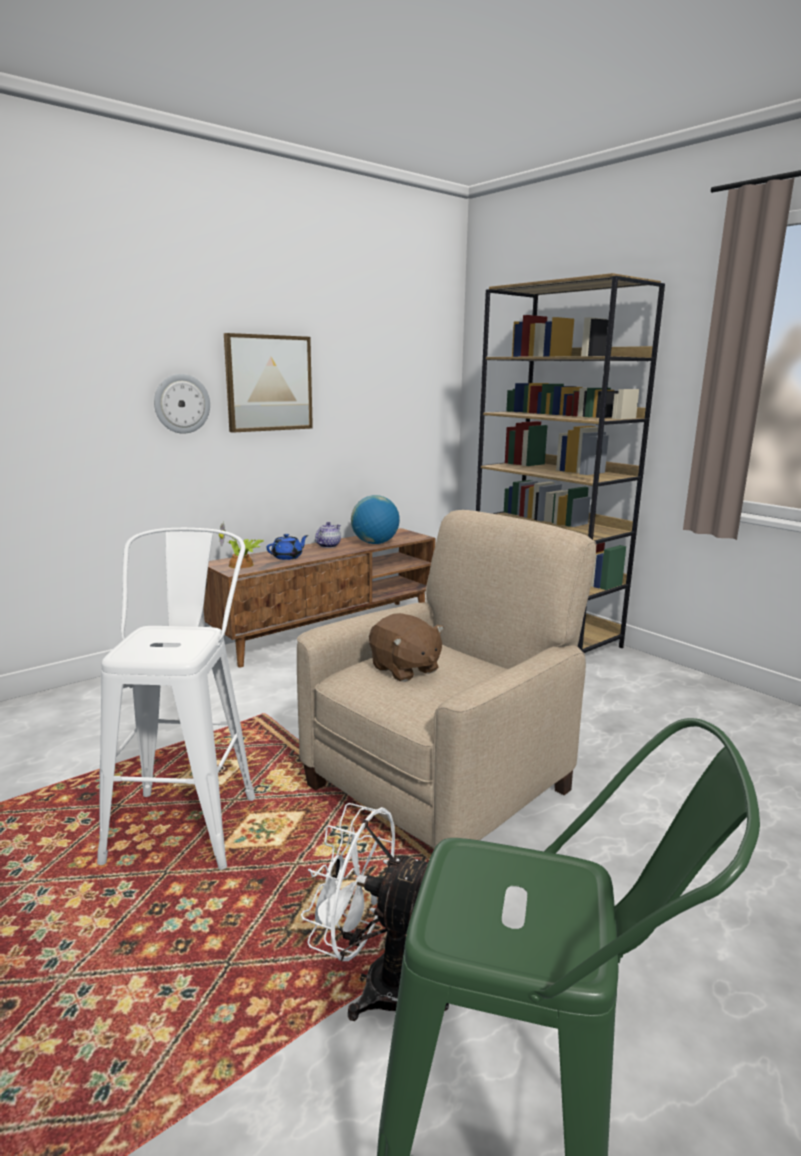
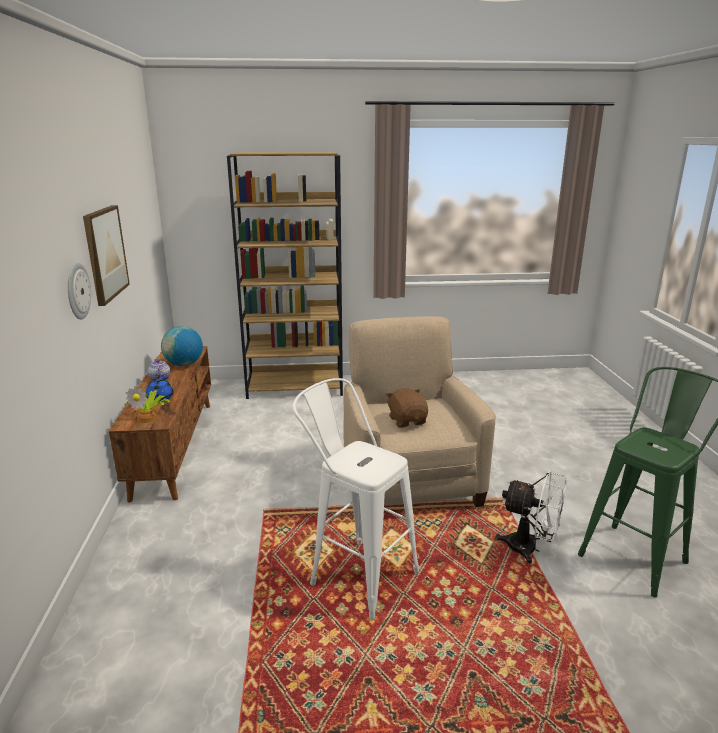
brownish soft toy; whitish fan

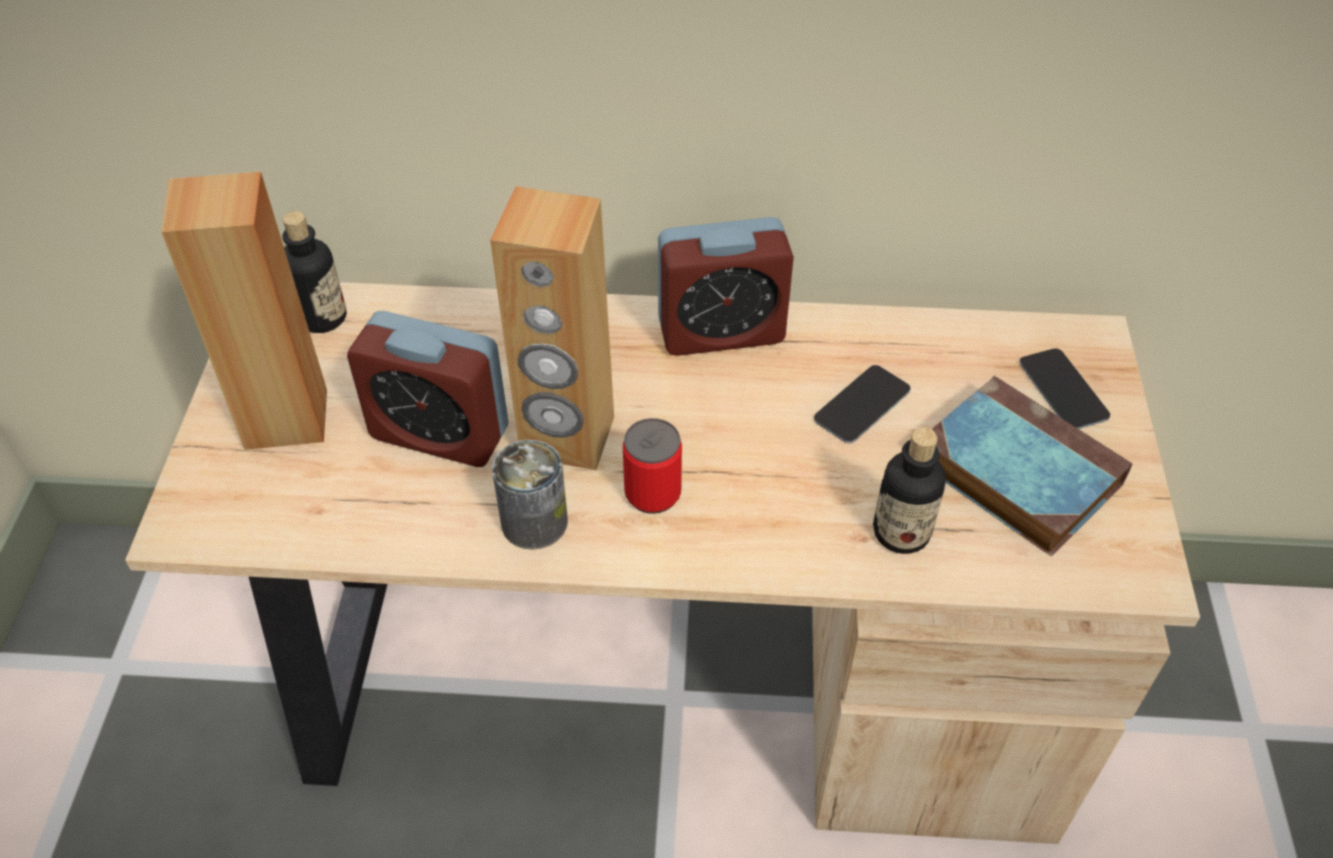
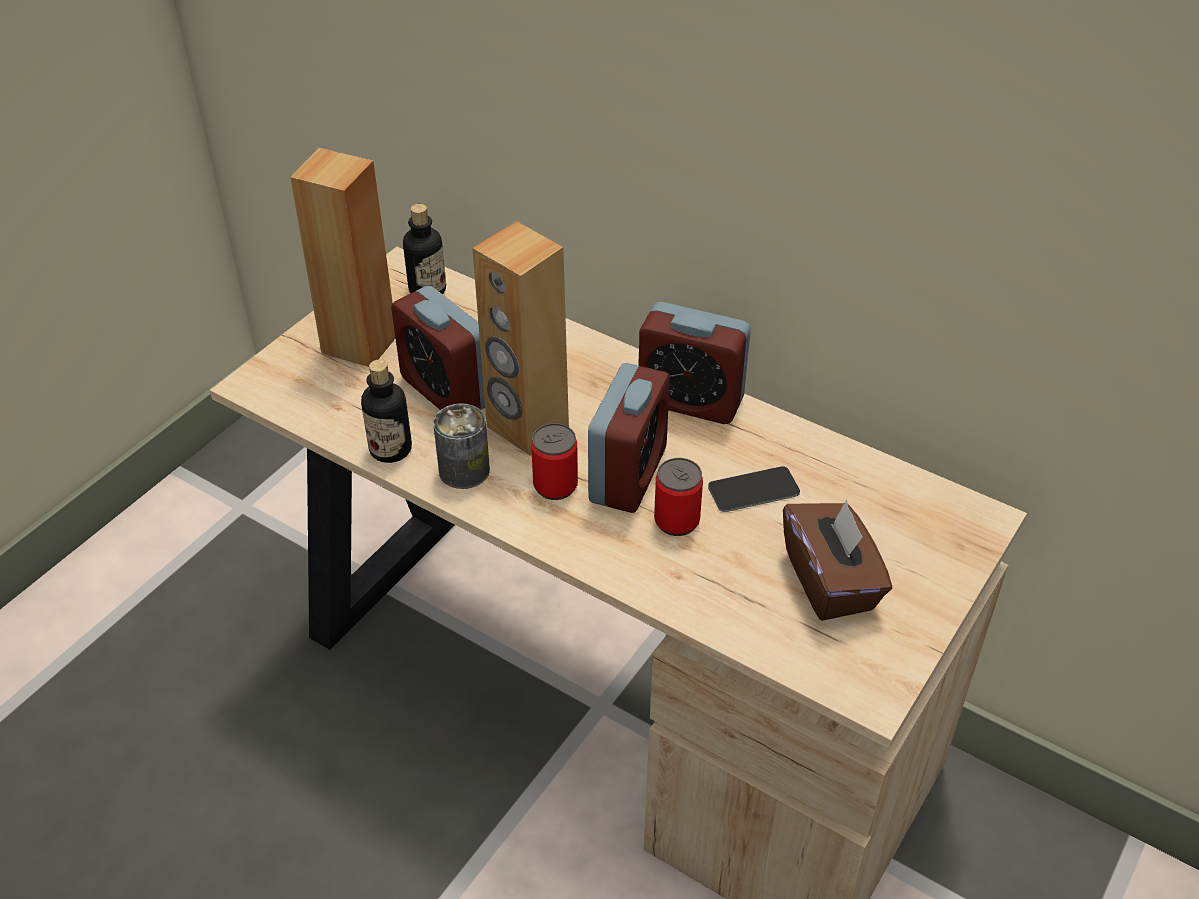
bottle (1st from left); alarm clock (2nd from left); can (3rd from left); brownish box of tissues; phone (2nd from left in the first image)

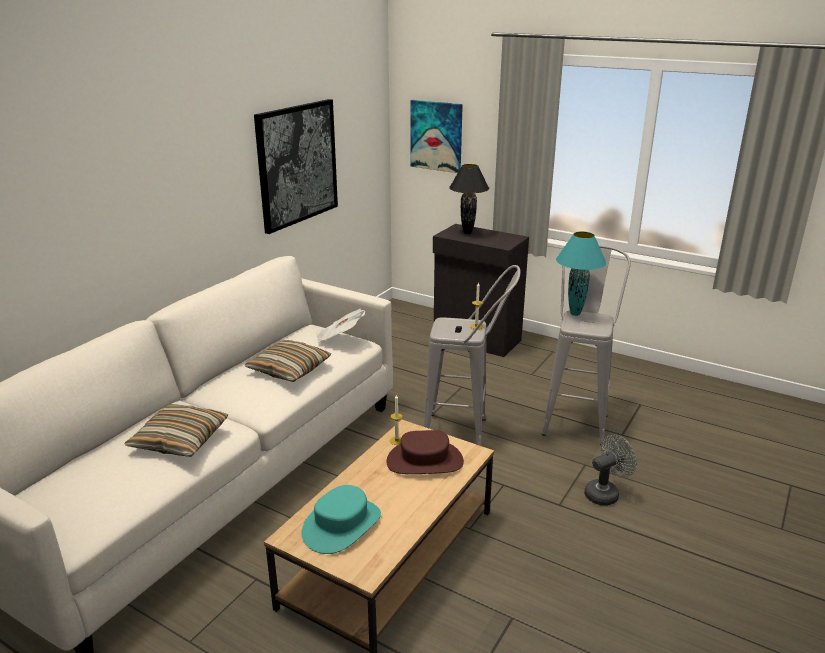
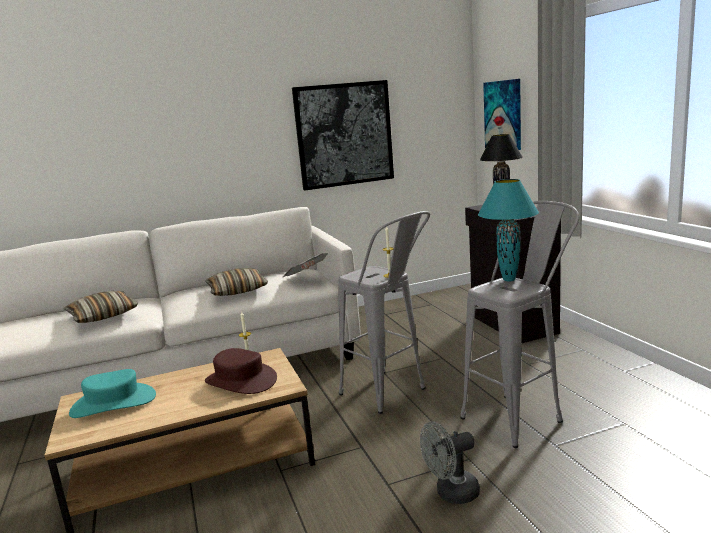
grey fan

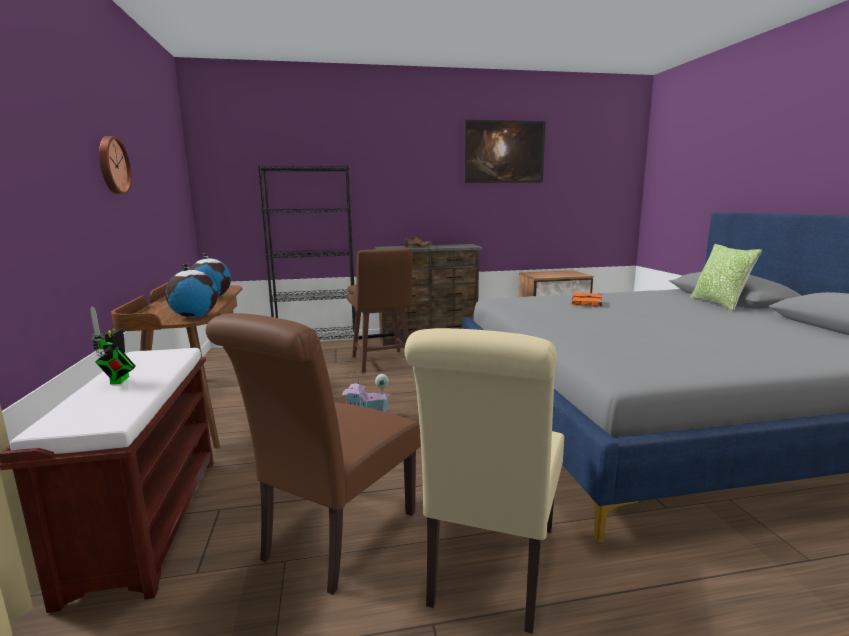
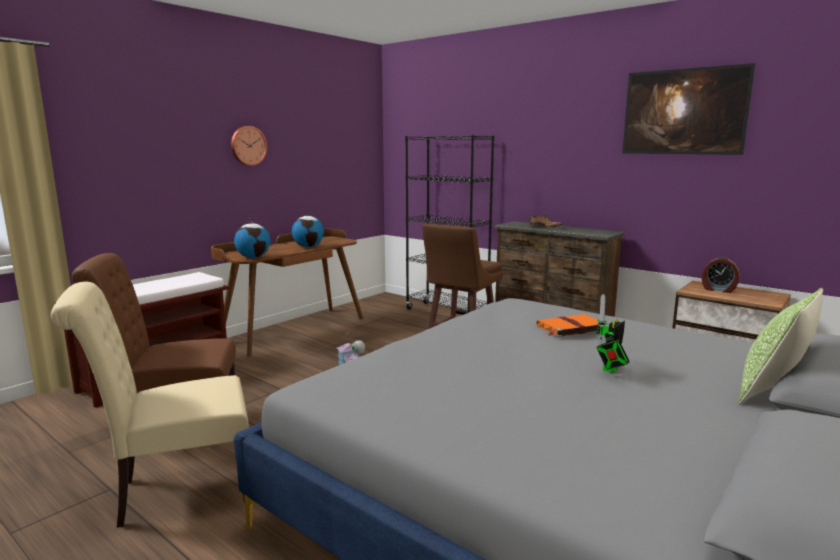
toy robot; alarm clock

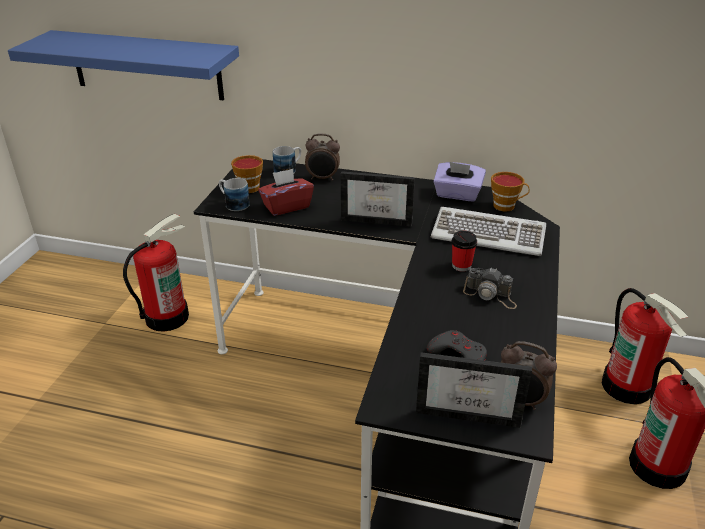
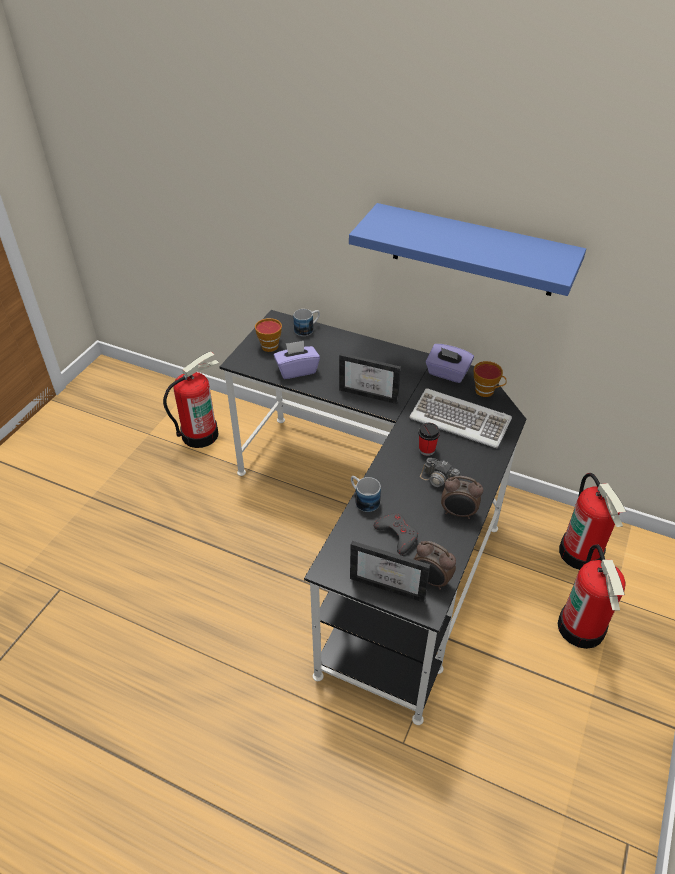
purple box of tissues (1st from left); blue bracket shelf; coffee mug (2nd from left); alarm clock (2nd from left)

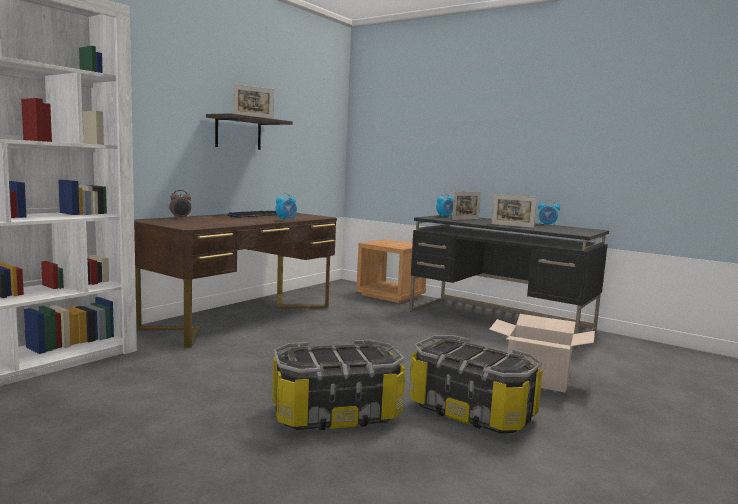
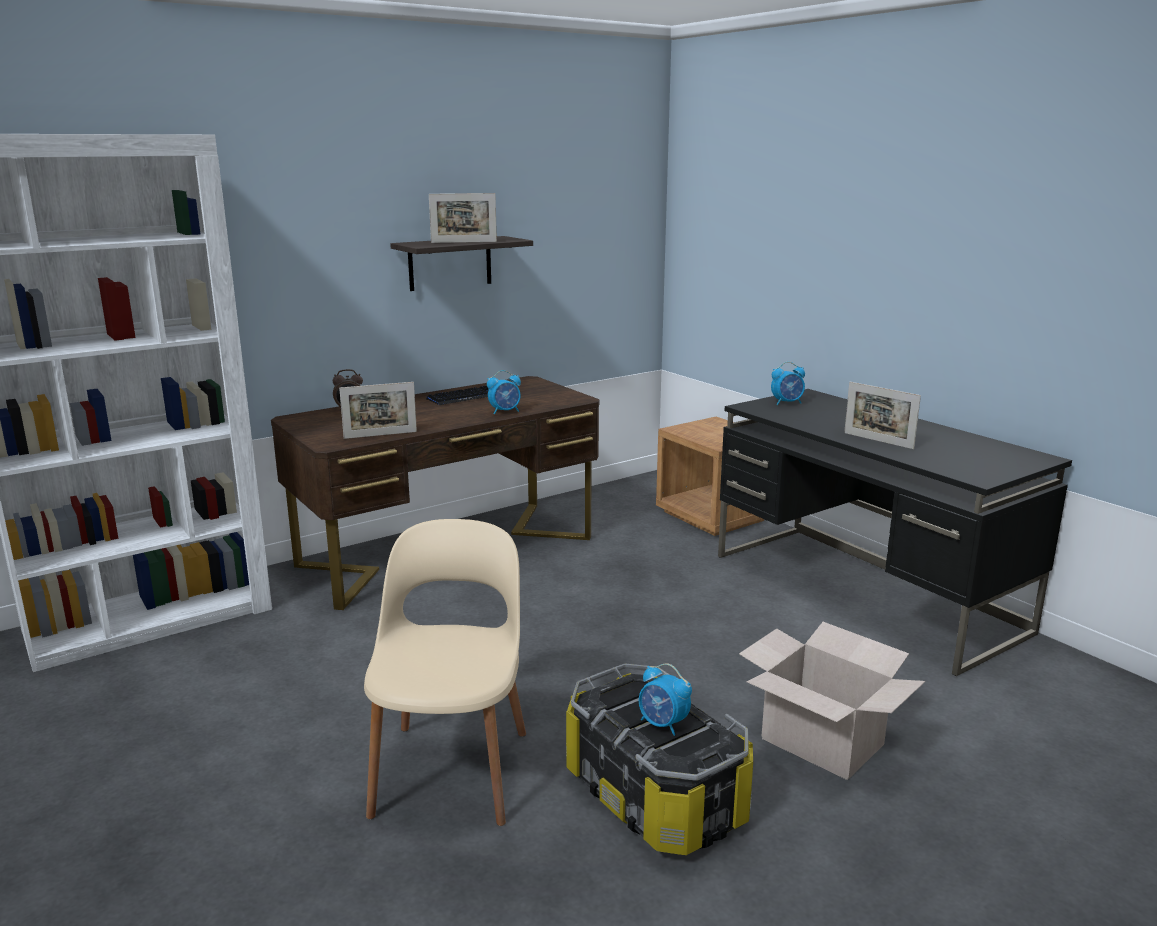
photo frame (1st from left); sand-coloured plain chair; alarm clock (3rd from left)

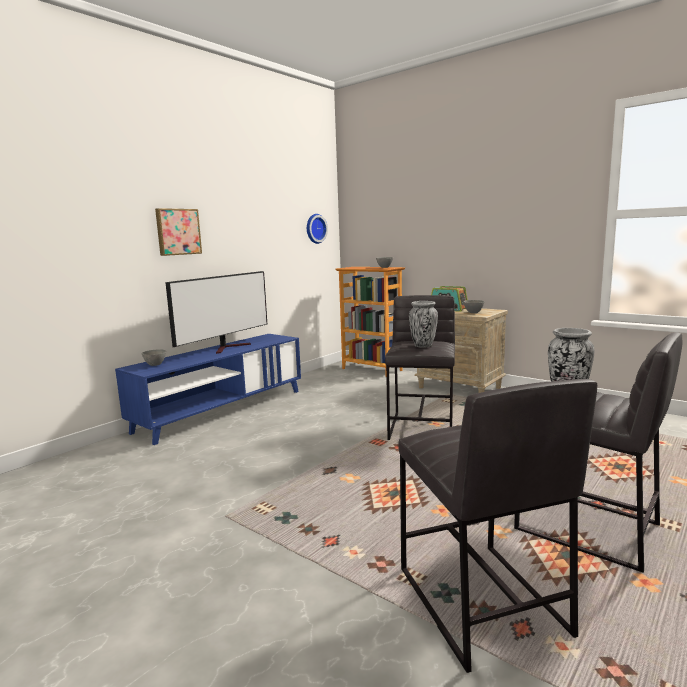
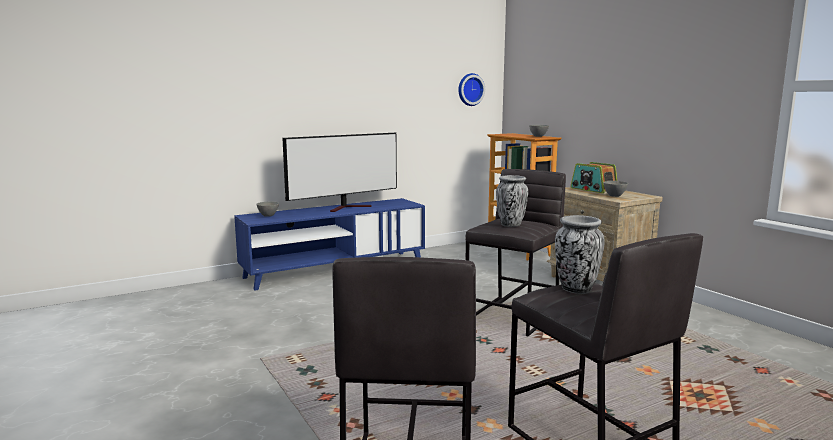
wall art

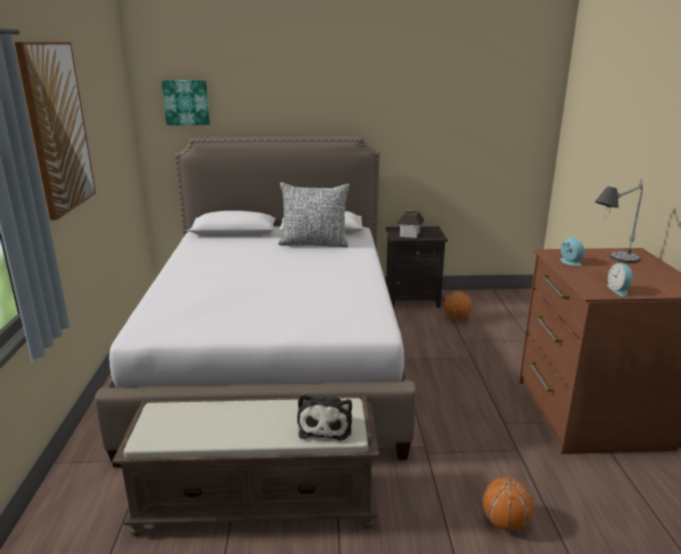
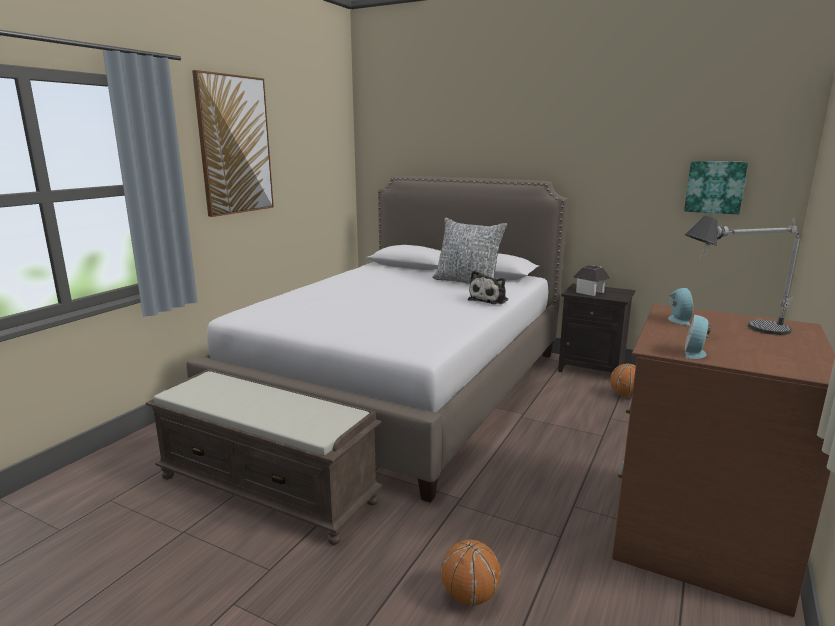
soft toy; wall art (2nd from left)

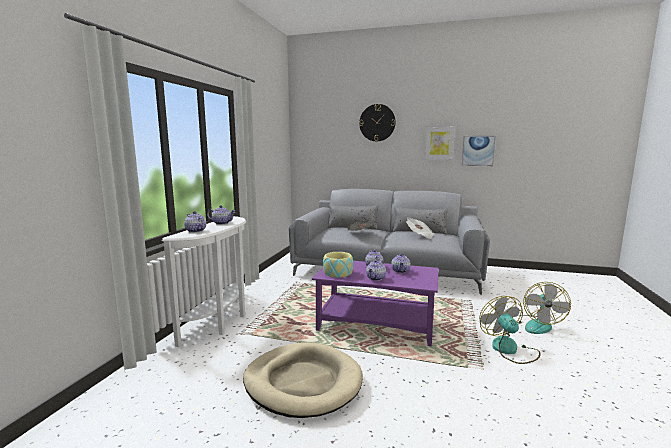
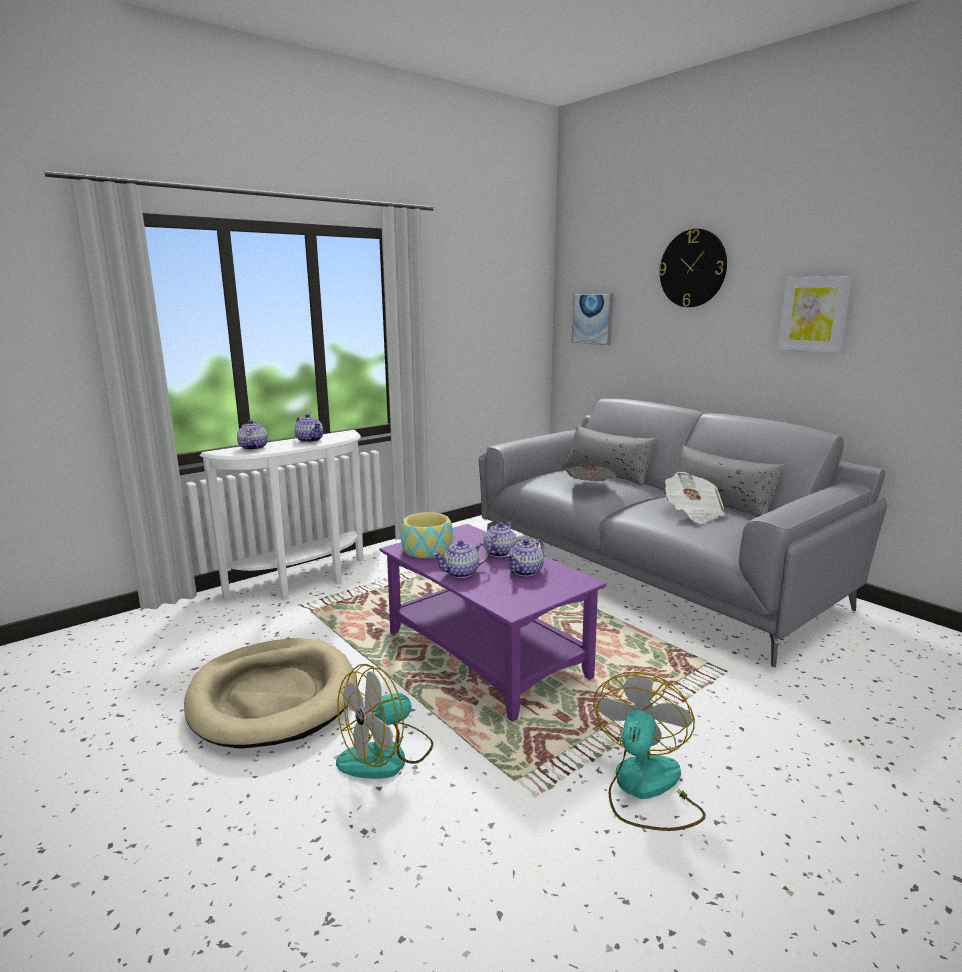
fan (1st from left); wall art (1st from left)

